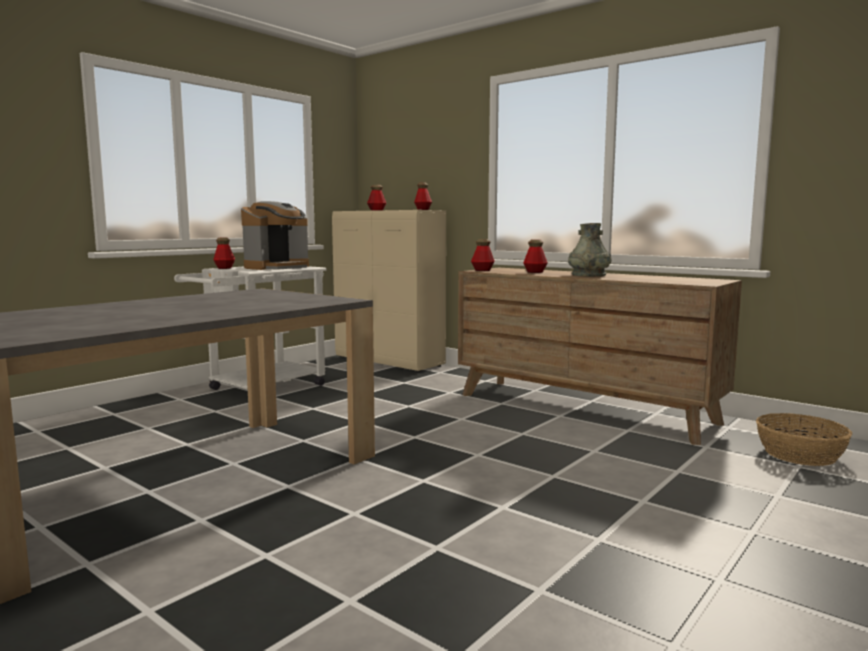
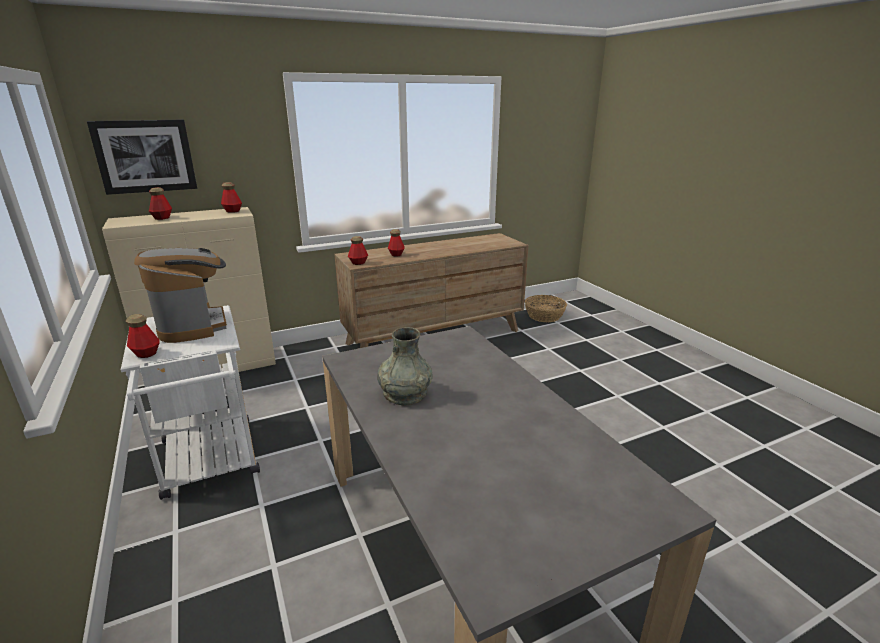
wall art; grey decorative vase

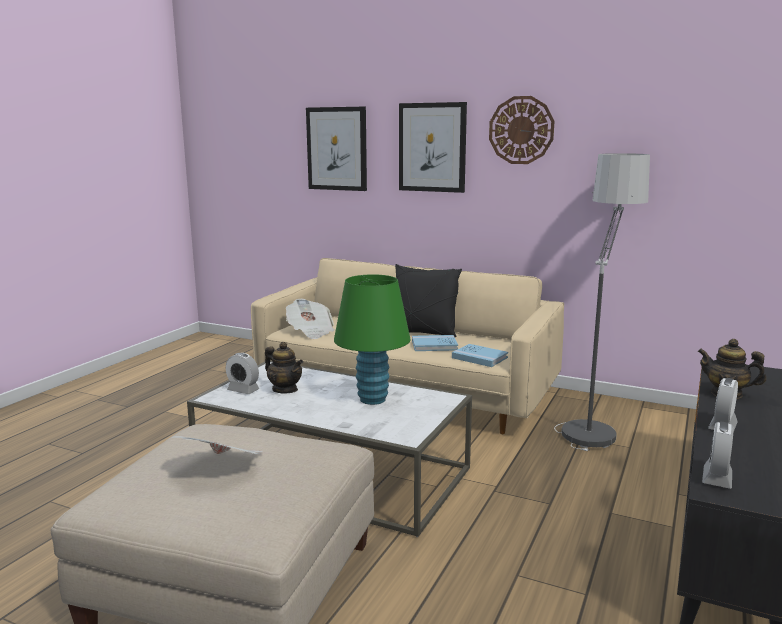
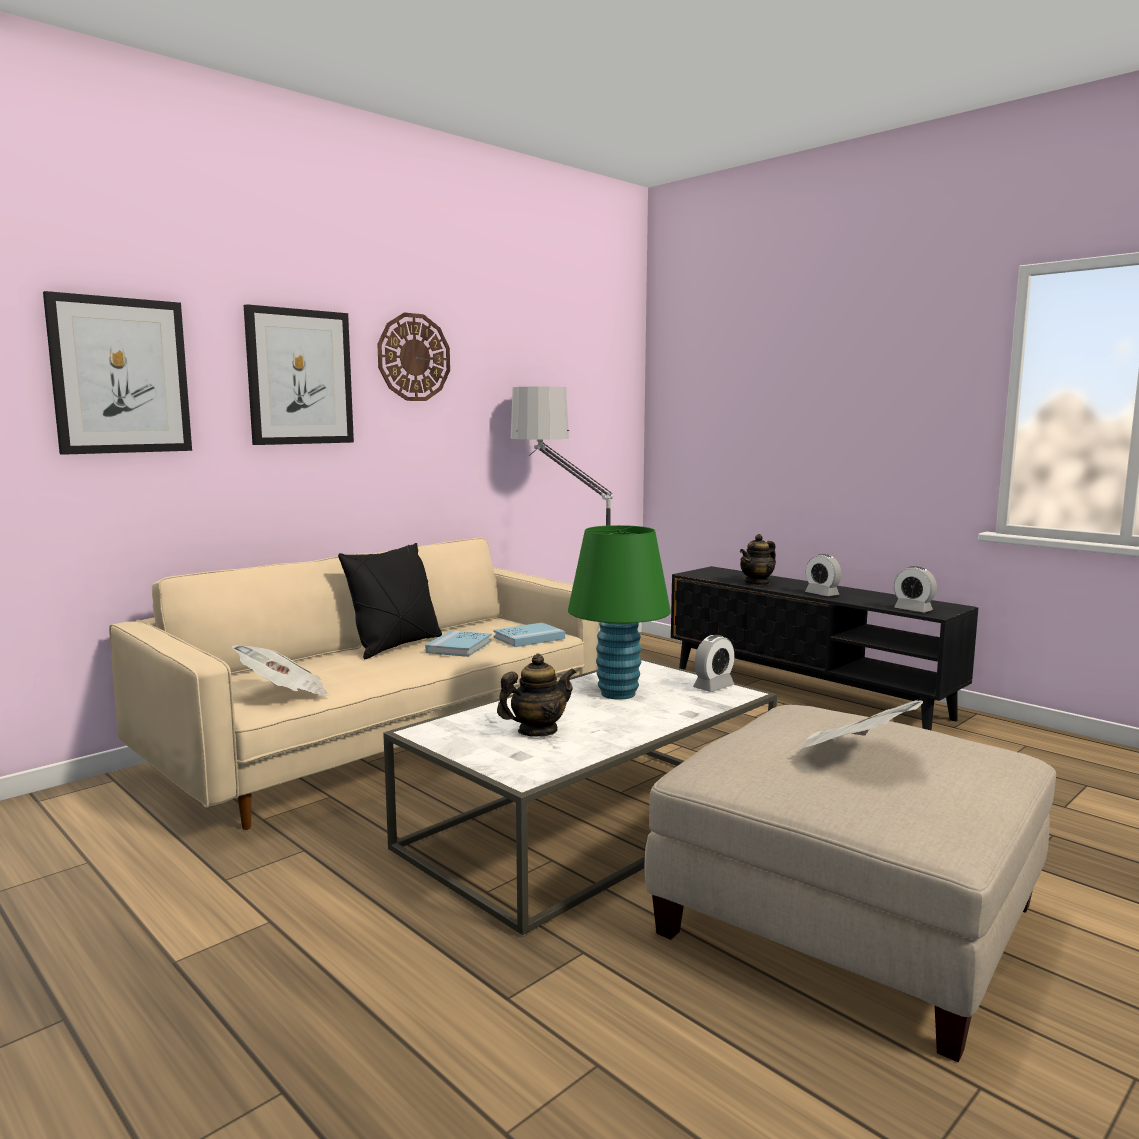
alarm clock (1st from left)

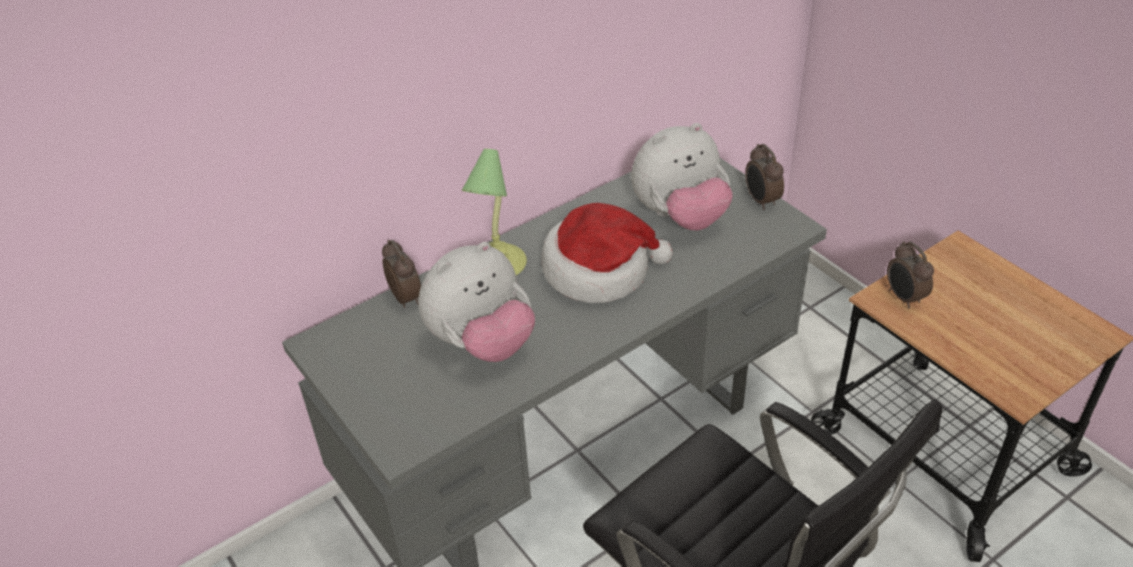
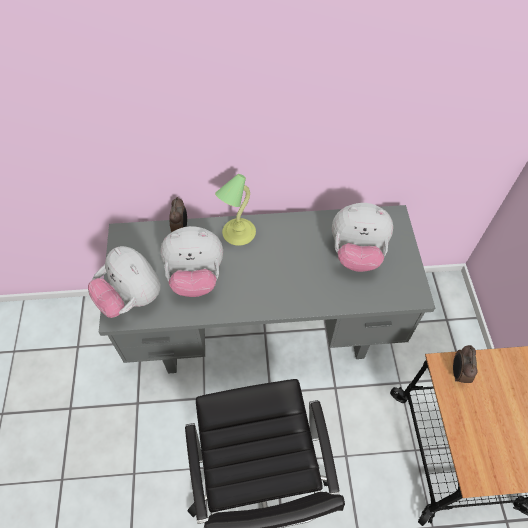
soft toy (1st from left); hat; alarm clock (2nd from left in the first image)

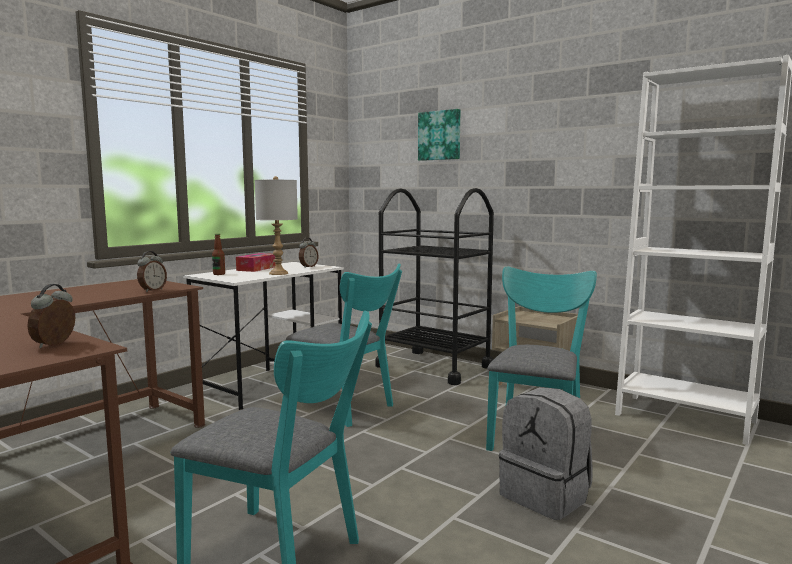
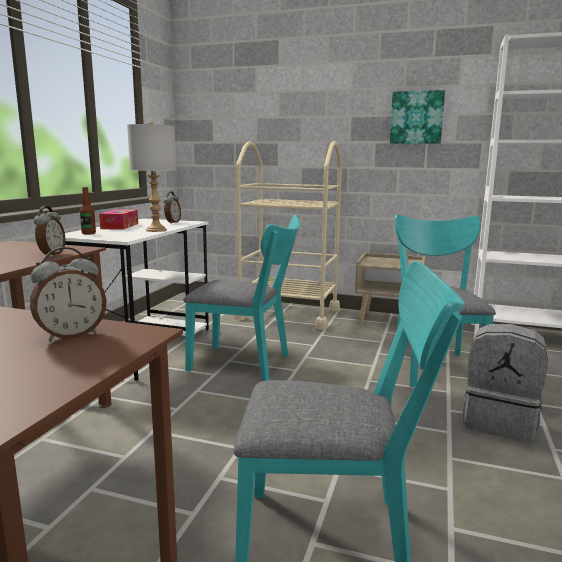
alarm clock (2nd from left); sand-coloured wheeled cart; wall art

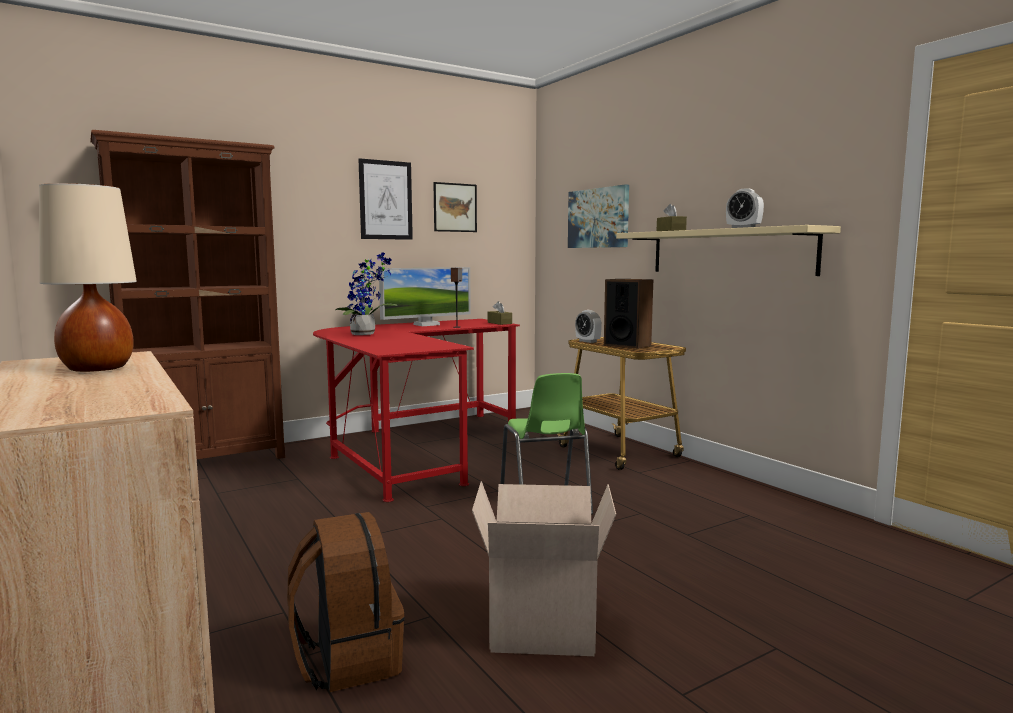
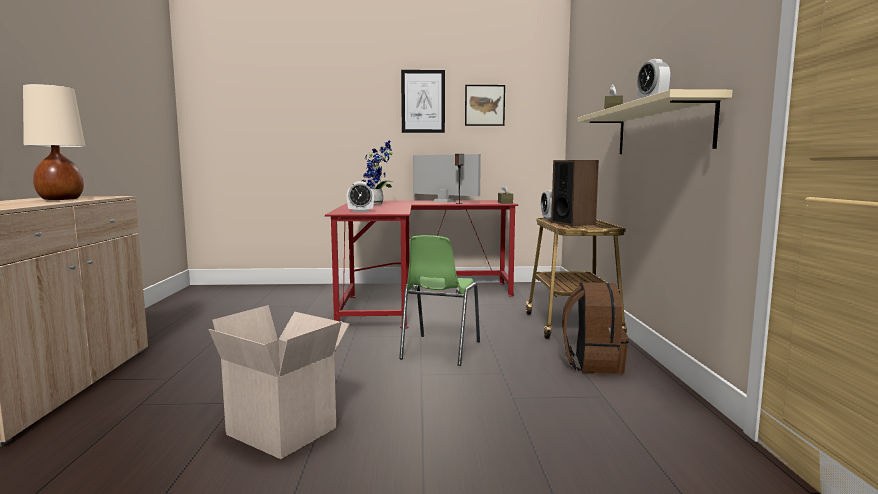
alarm clock (1st from left); monitor; brownish rucksack; brownish bookcase; wall art (3rd from left in the first image)

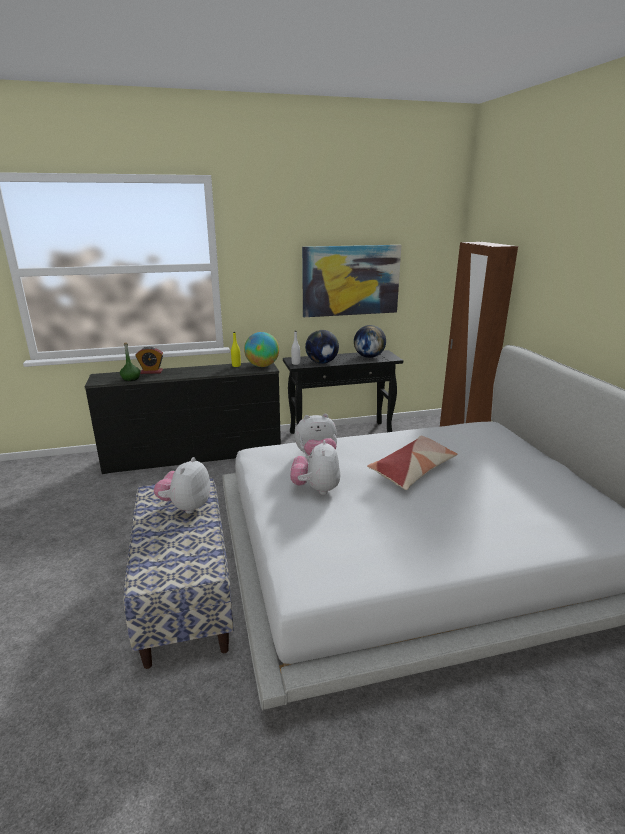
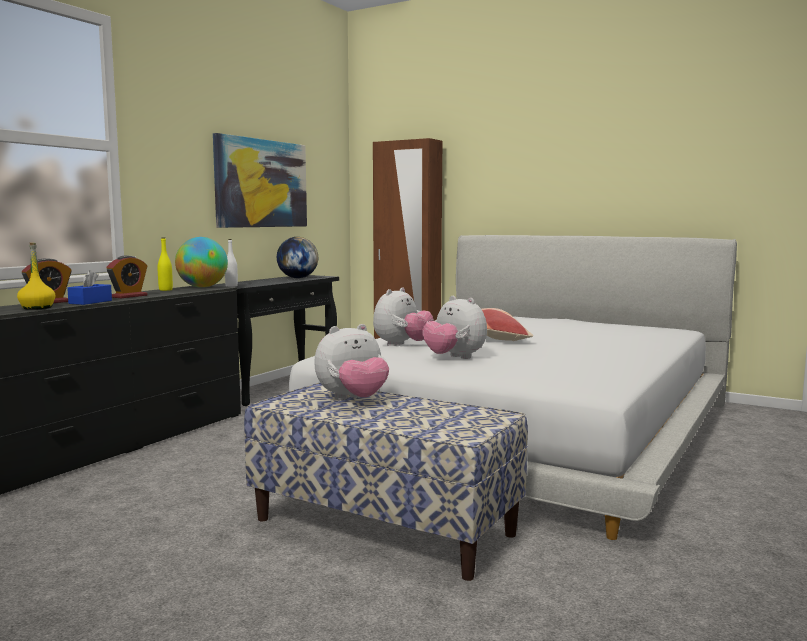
yellow bottle (1st from left); blue box of tissues; alarm clock (2nd from left); soft toy (1st from left); world globe (2nd from left in the first image)

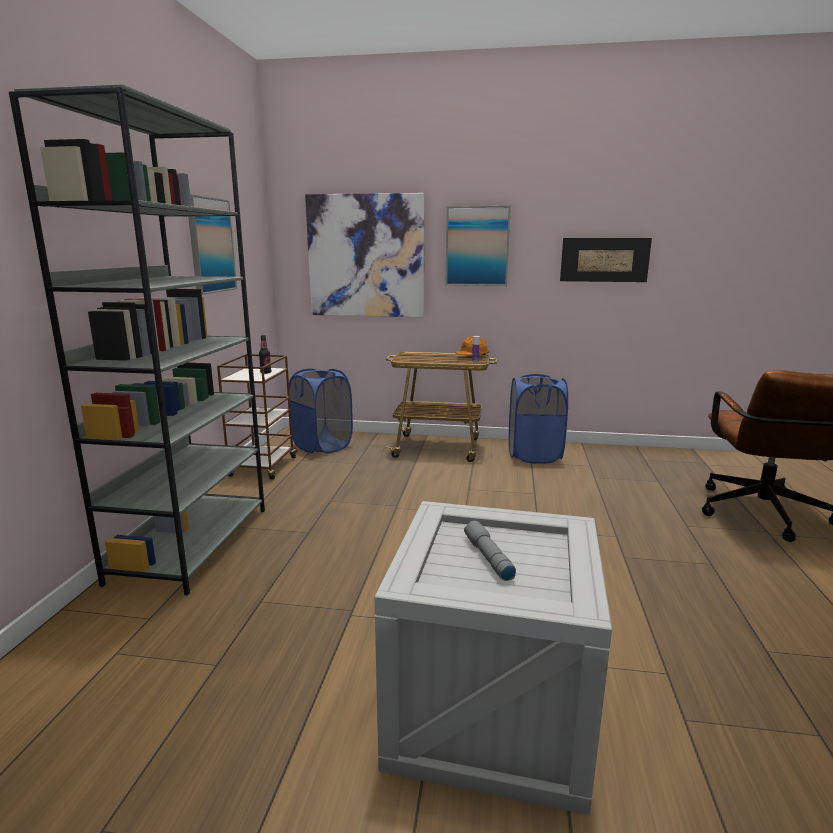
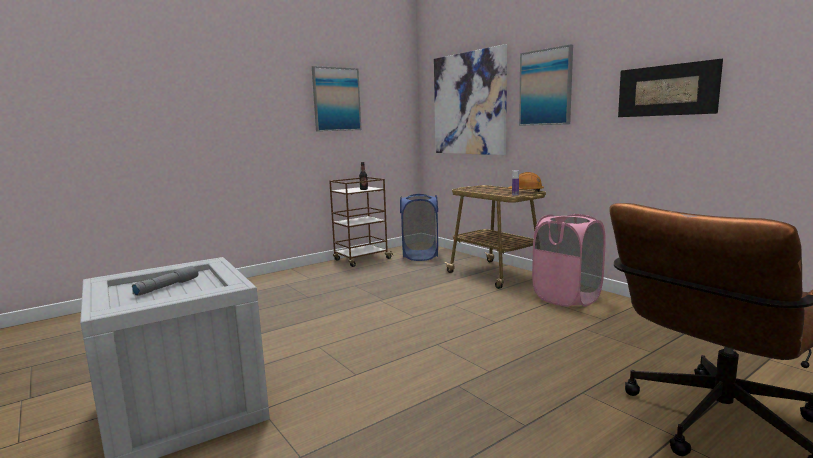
pink-coloured washing basket; grey bookcase

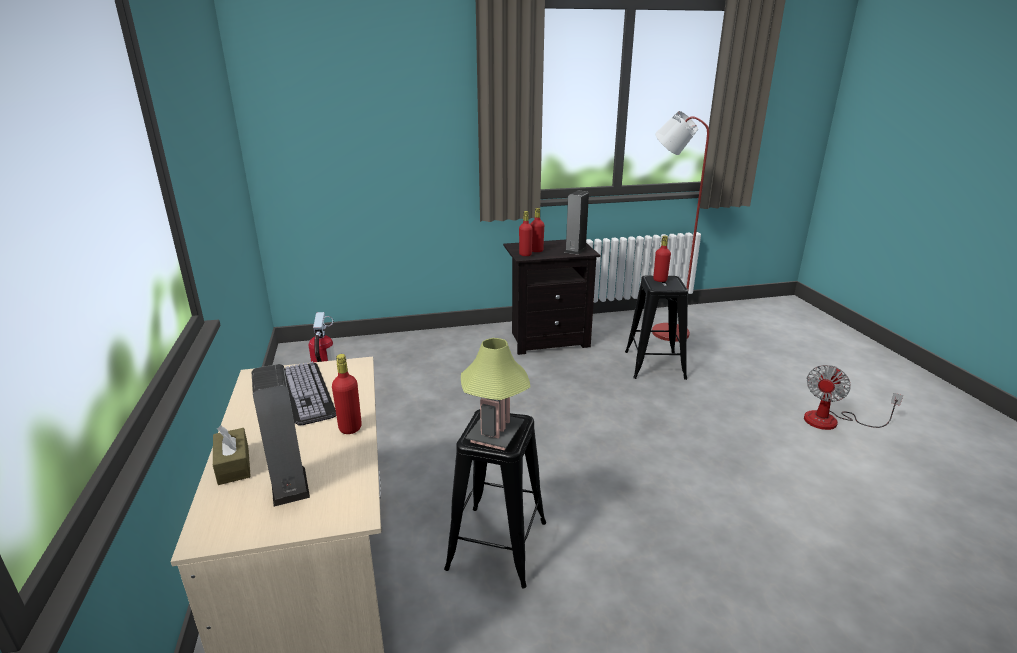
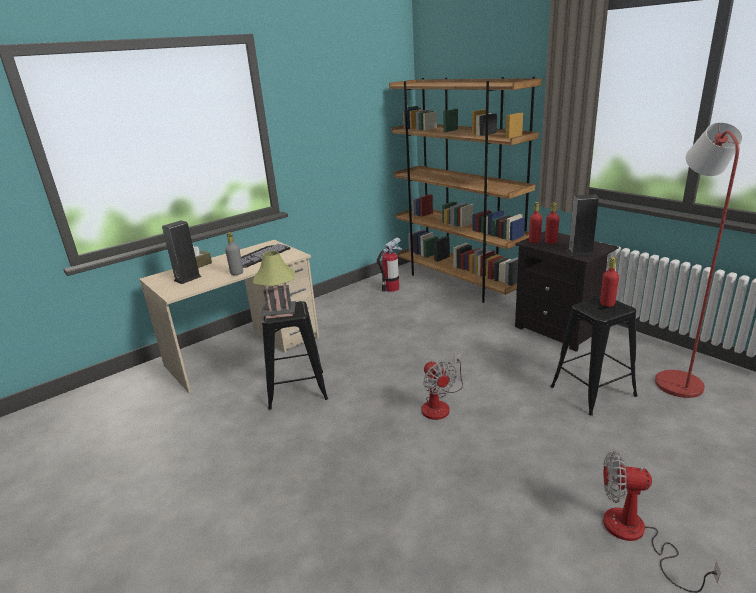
grey bottle; brownish bookcase; fan (1st from left)

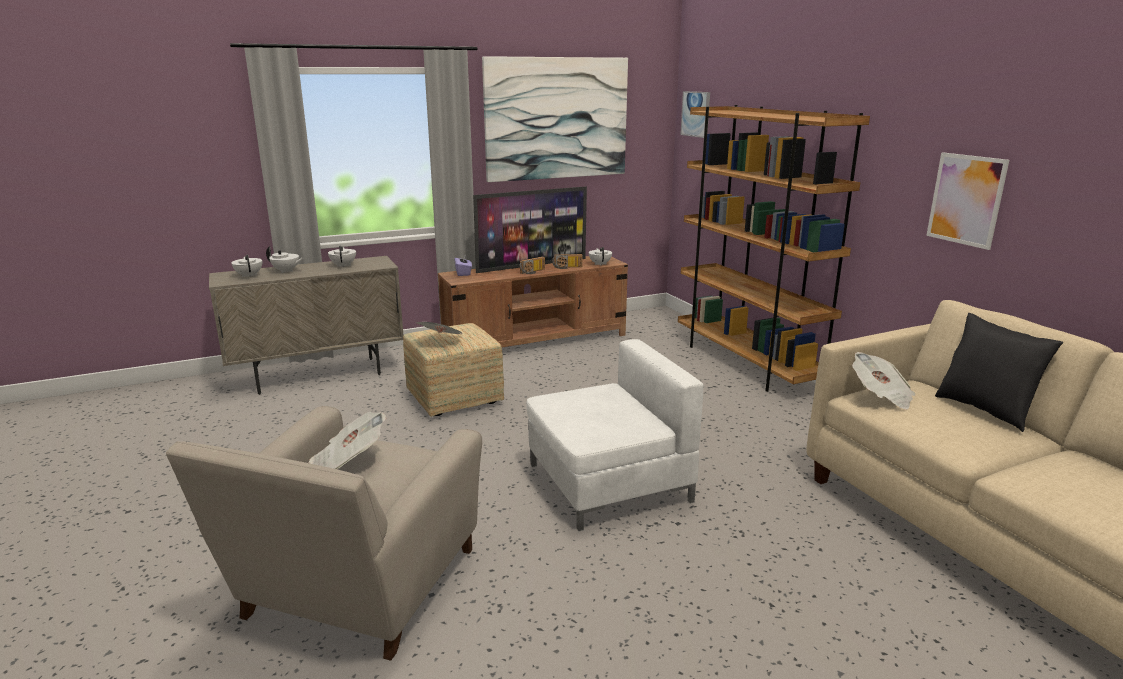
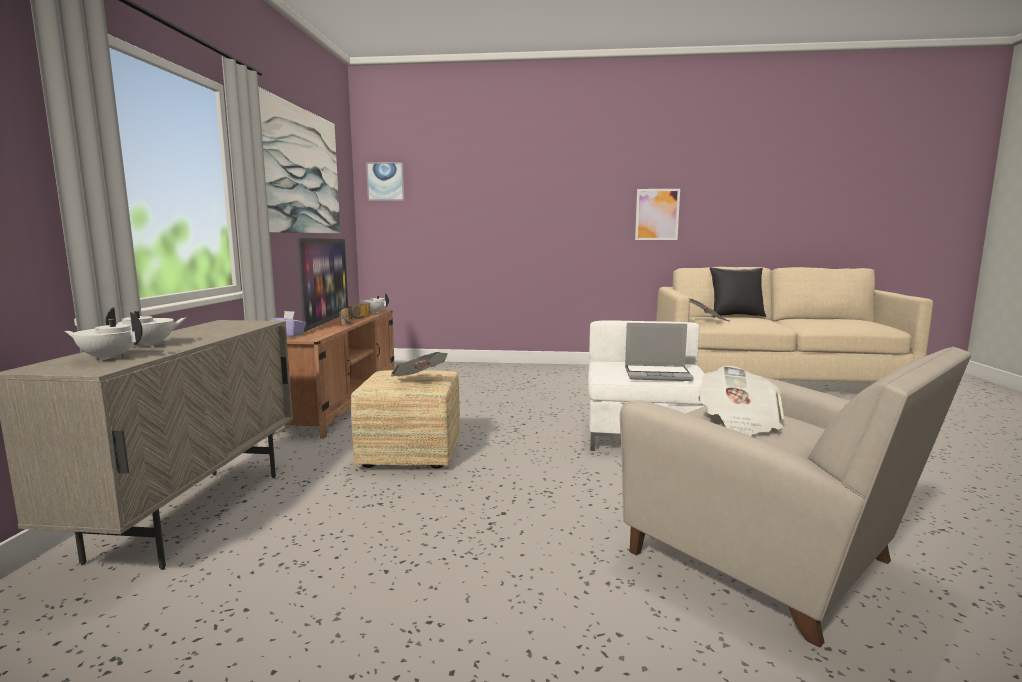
notebook computer; whitish pot for tea (3rd from left in the first image); brownish bookcase

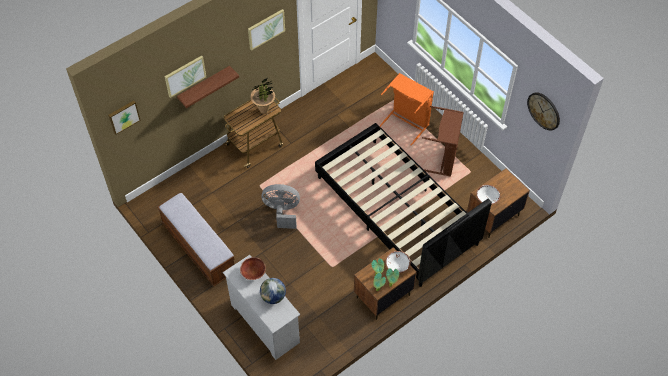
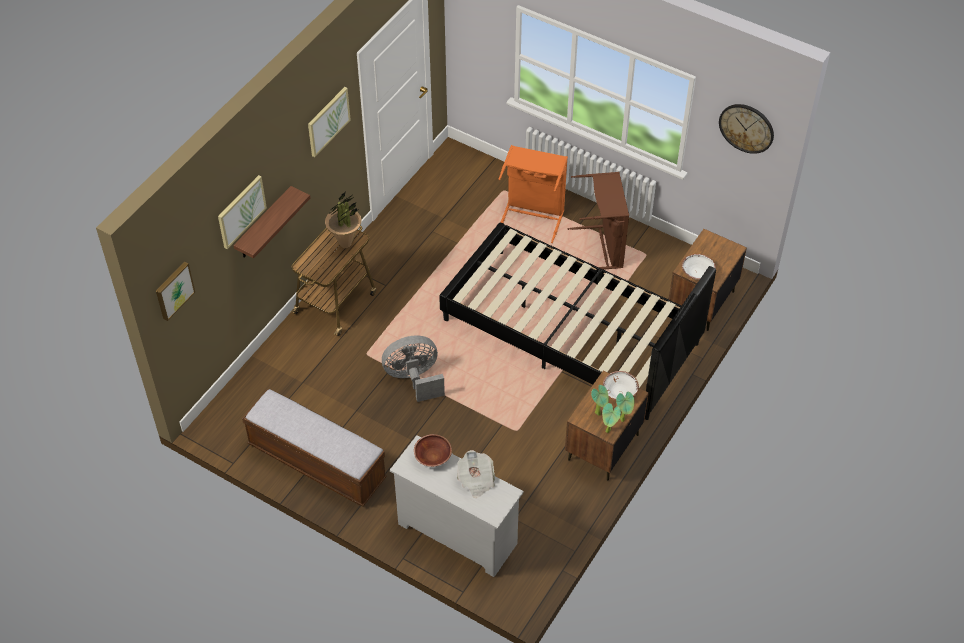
daily paper

